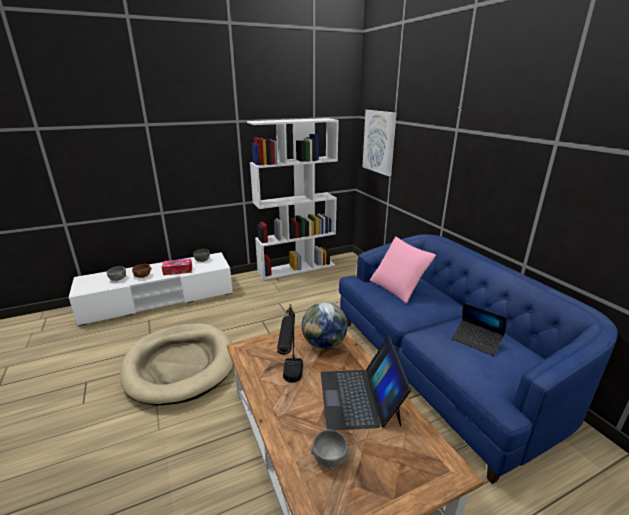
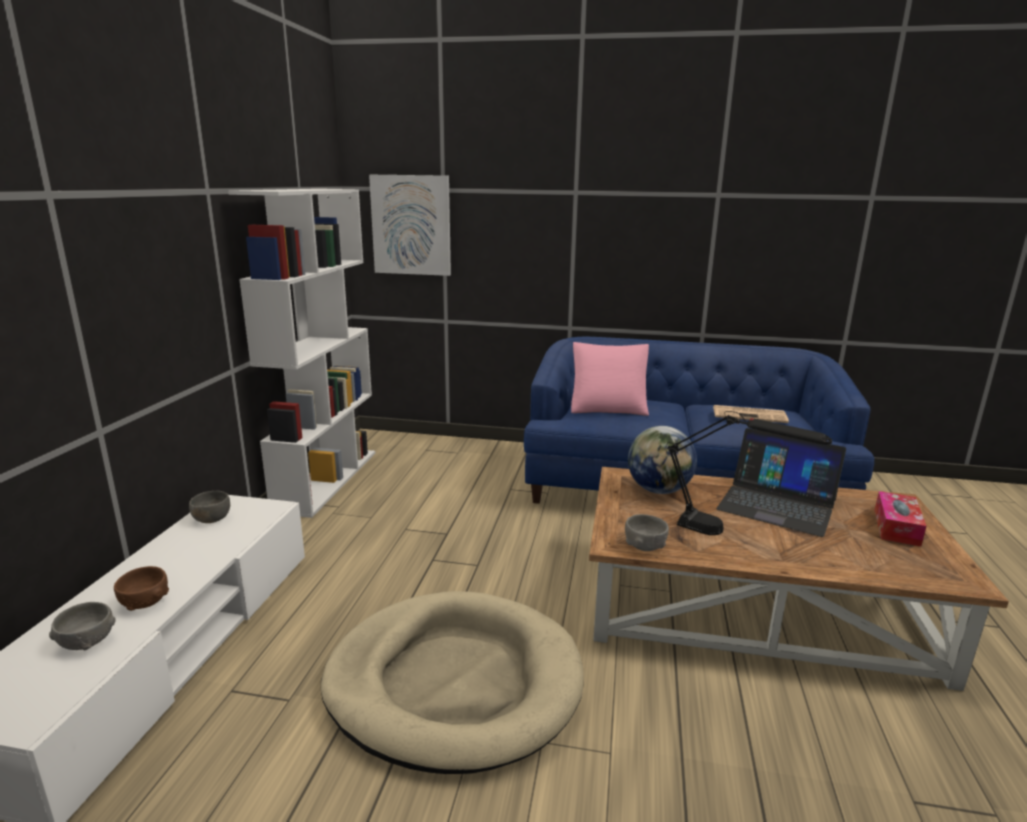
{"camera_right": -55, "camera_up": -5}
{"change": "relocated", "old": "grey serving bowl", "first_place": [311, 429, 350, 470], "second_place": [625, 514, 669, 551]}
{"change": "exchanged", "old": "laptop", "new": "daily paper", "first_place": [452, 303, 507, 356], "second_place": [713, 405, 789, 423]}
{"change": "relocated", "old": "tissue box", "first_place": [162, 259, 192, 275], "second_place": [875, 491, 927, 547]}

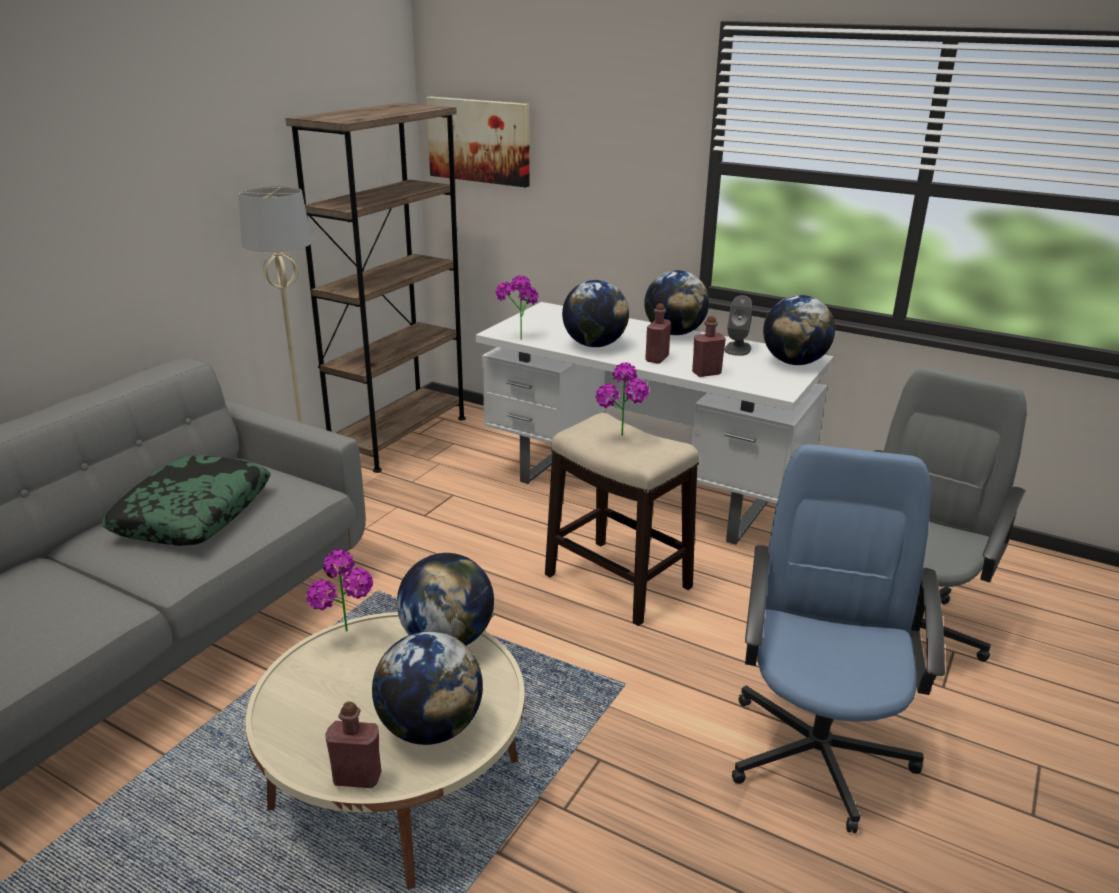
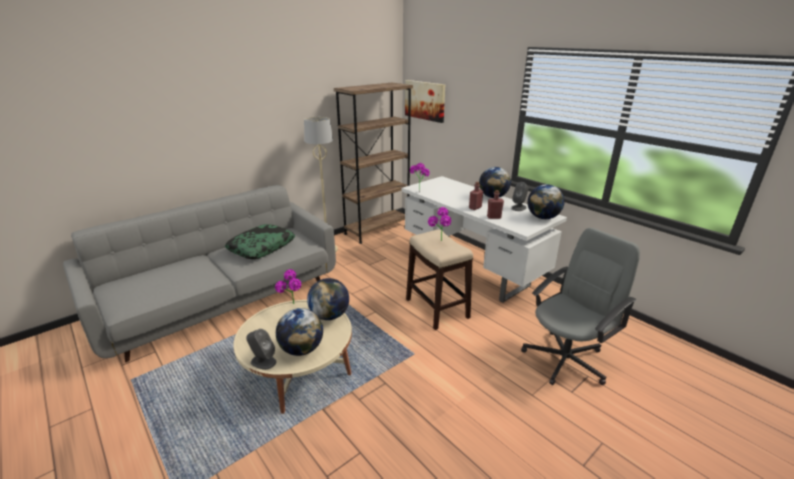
{"camera_right": 20, "camera_up": 0}
{"change": "exchanged", "old": "red drink bottle", "new": "grey speaker", "first_place": [325, 702, 382, 788], "second_place": [246, 329, 276, 370]}
{"change": "missing", "old": "globe", "first_place": [562, 280, 629, 347]}
{"change": "missing", "old": "blue-coloured computer chair", "first_place": [732, 444, 945, 833]}

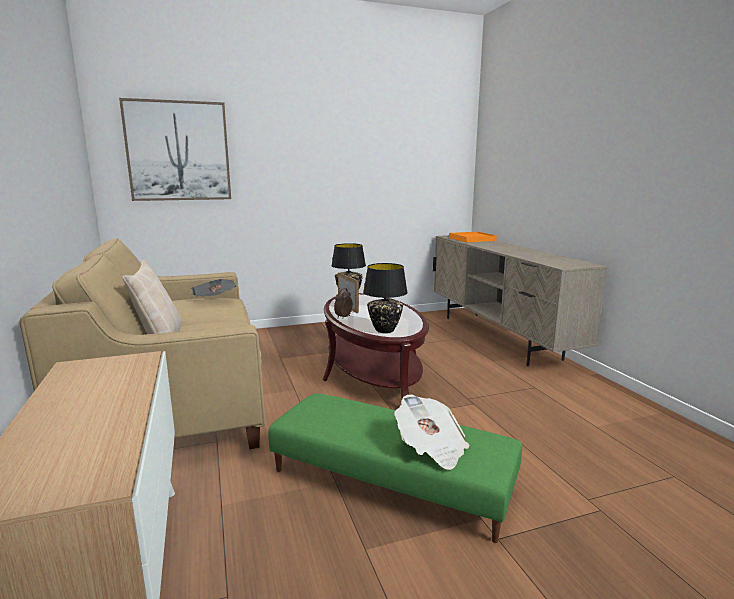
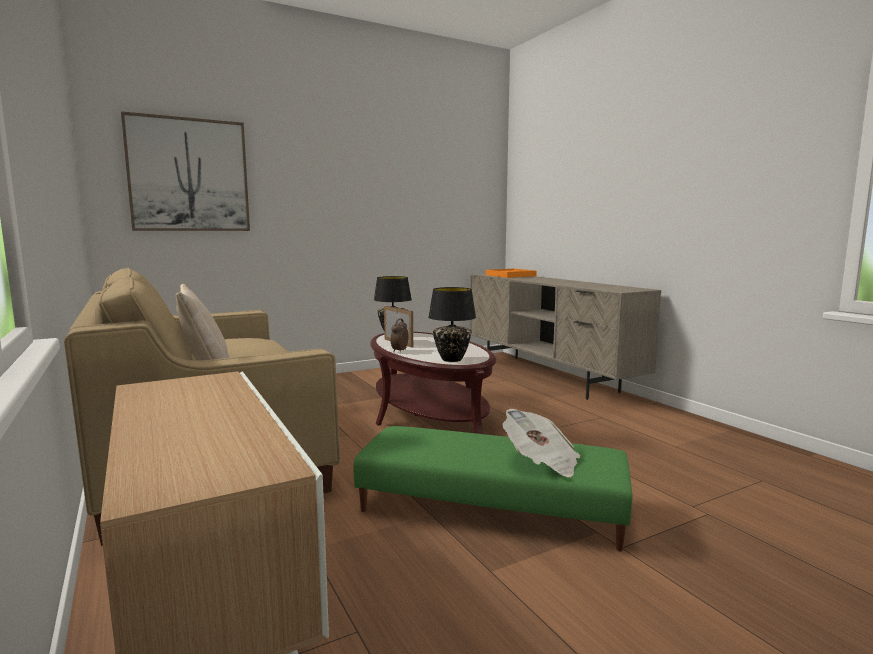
{"camera_right": -10, "camera_up": -5}
{"change": "missing", "old": "daily paper", "first_place": [191, 279, 236, 296]}

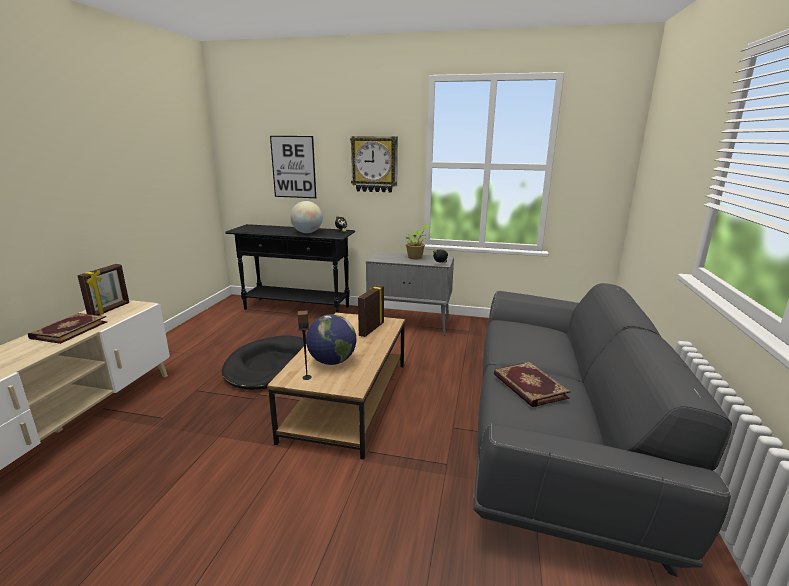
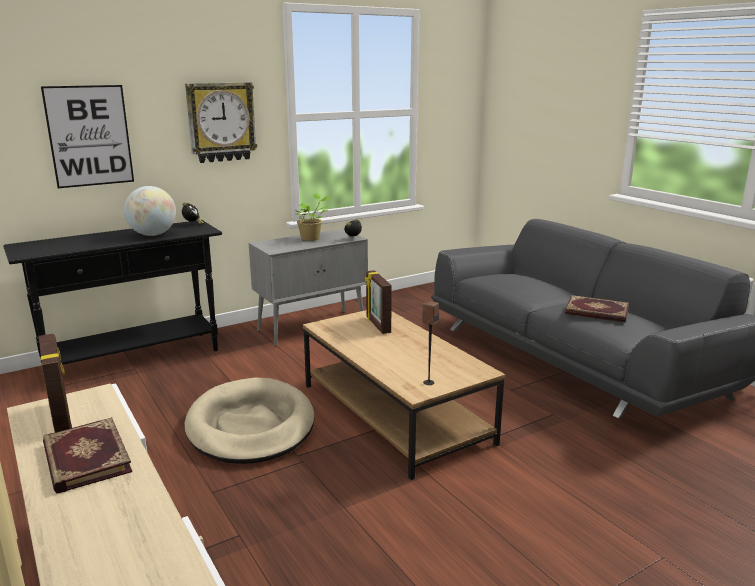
{"camera_right": -45, "camera_up": 0}
{"change": "colour", "old": "black pet bed", "new": "sand-coloured pet bed", "first_place": [222, 335, 304, 390], "second_place": [184, 378, 314, 464]}
{"change": "missing", "old": "globe", "first_place": [306, 314, 357, 365]}

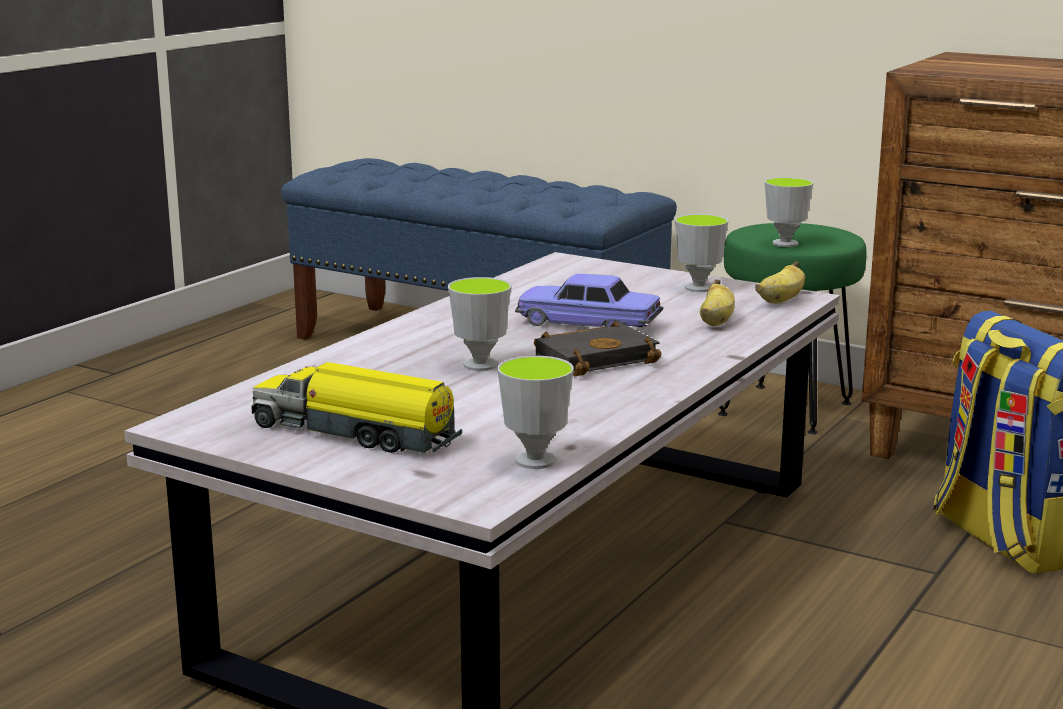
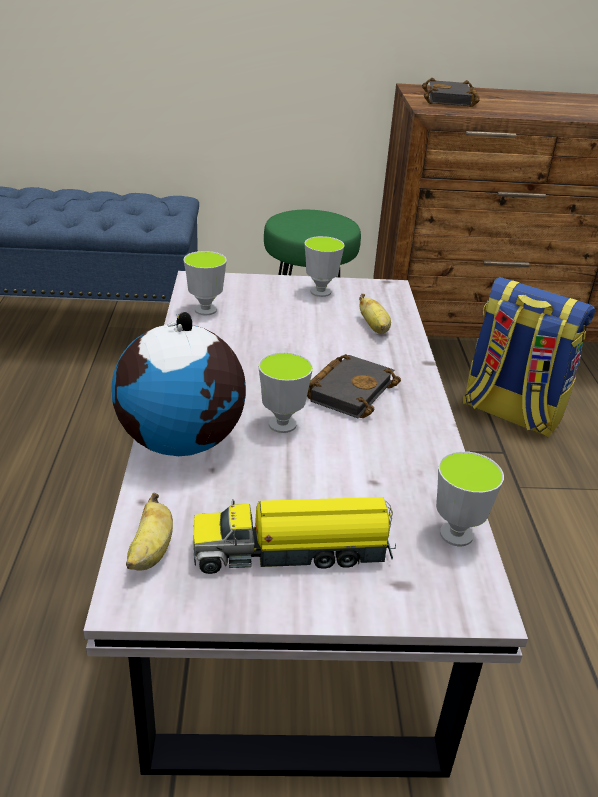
{"camera_right": -35, "camera_up": 15}
{"change": "appeared", "new": "globe", "second_place": [112, 312, 246, 456]}
{"change": "relocated", "old": "banana", "first_place": [755, 261, 805, 303], "second_place": [126, 493, 173, 571]}
{"change": "relocated", "old": "drinking cup", "first_place": [765, 177, 813, 247], "second_place": [183, 251, 227, 315]}
{"change": "appeared", "new": "black book", "second_place": [422, 78, 480, 107]}
{"change": "missing", "old": "miniature car", "first_place": [515, 273, 663, 328]}

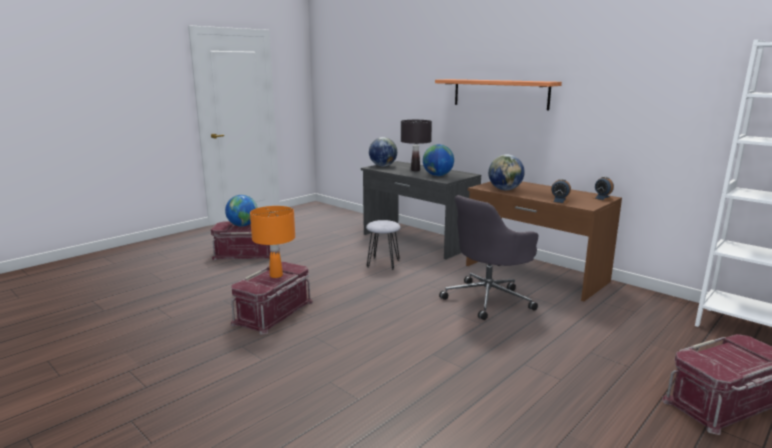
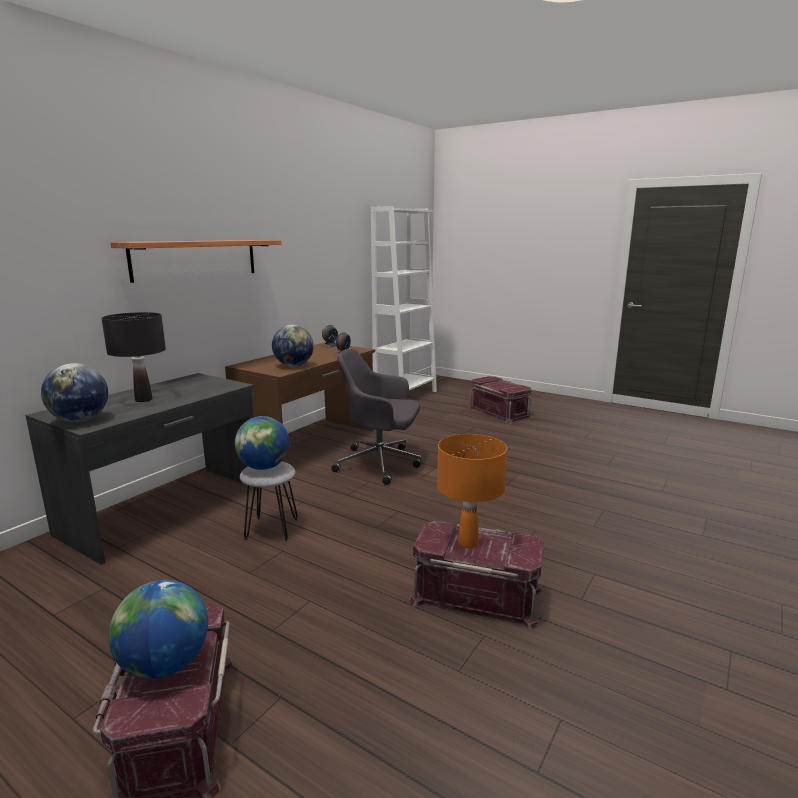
{"camera_right": -100, "camera_up": 0}
{"change": "relocated", "old": "globe", "first_place": [423, 144, 454, 176], "second_place": [235, 416, 289, 470]}
{"change": "spun", "old": "grey computer chair", "first_place": [439, 195, 538, 320], "second_place": [331, 348, 421, 485], "degrees": 150}

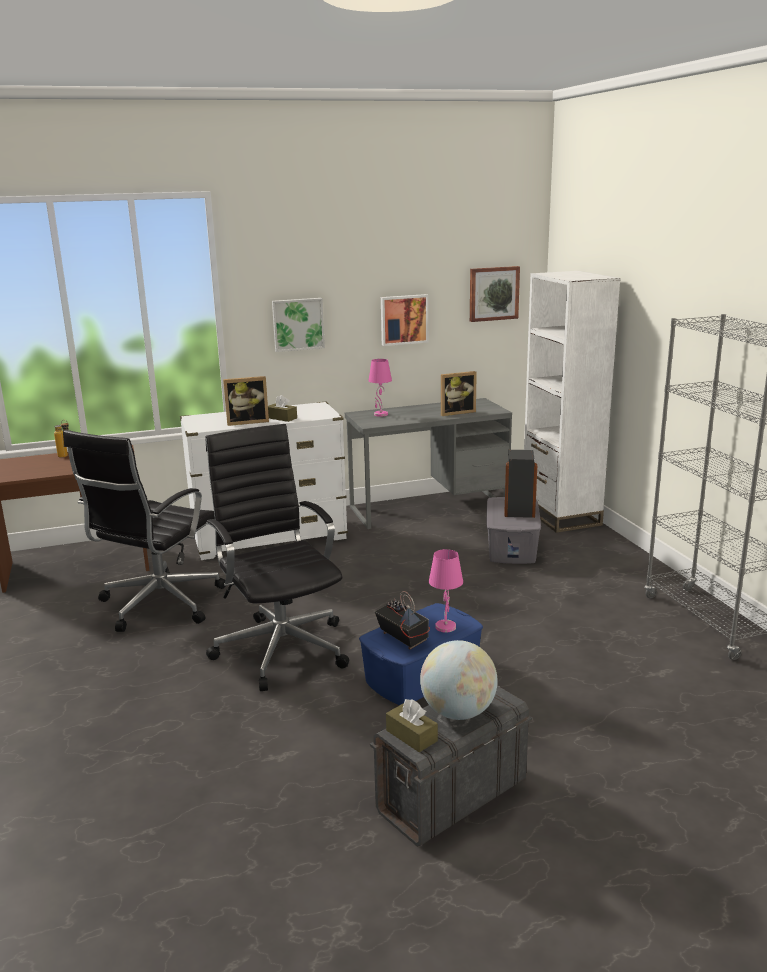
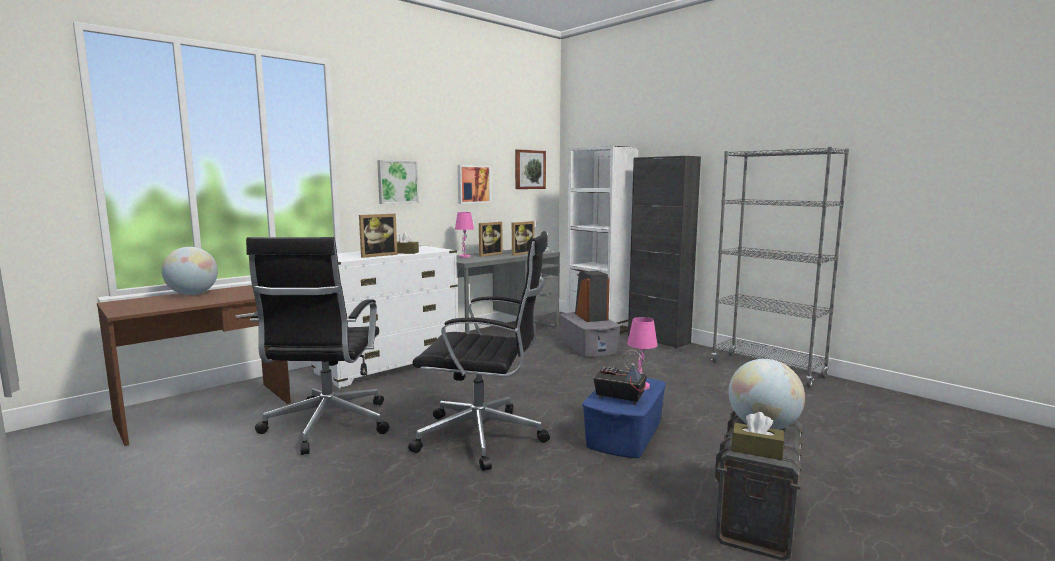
{"camera_right": -25, "camera_up": -10}
{"change": "exchanged", "old": "drink bottle", "new": "globe", "first_place": [54, 420, 69, 458], "second_place": [162, 247, 218, 295]}
{"change": "spun", "old": "black computer chair", "first_place": [205, 424, 349, 691], "second_place": [408, 231, 550, 471], "degrees": 150}
{"change": "appeared", "new": "photo frame", "second_place": [479, 222, 503, 257]}
{"change": "appeared", "new": "black storage cabinet", "second_place": [628, 156, 701, 348]}

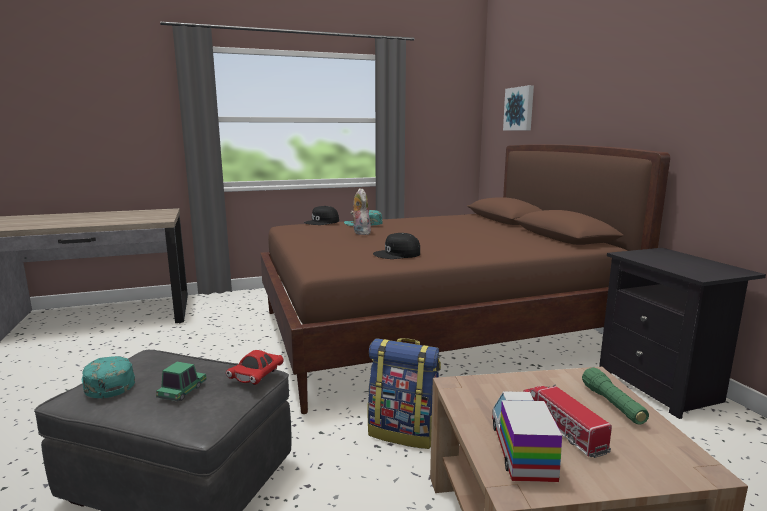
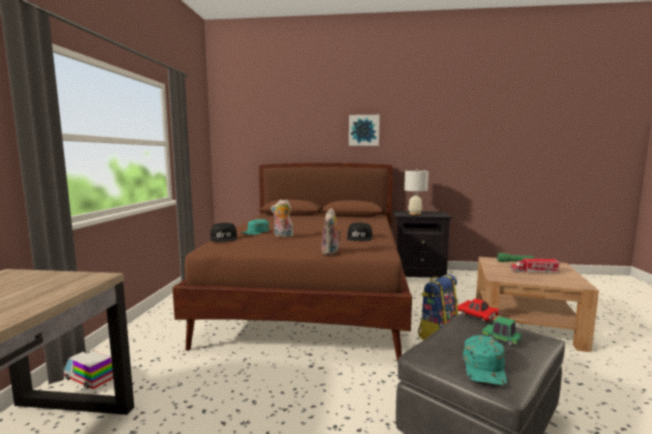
{"camera_right": -65, "camera_up": -5}
{"change": "relocated", "old": "toy truck", "first_place": [492, 391, 562, 482], "second_place": [64, 351, 113, 389]}
{"change": "appeared", "new": "plush toy", "second_place": [321, 208, 341, 255]}
{"change": "relocated", "old": "picture", "first_place": [503, 85, 534, 130], "second_place": [349, 115, 380, 146]}
{"change": "appeared", "new": "white tabletop lamp", "second_place": [404, 169, 429, 215]}
{"change": "spun", "old": "turquoise-coloured baseball cap", "first_place": [82, 356, 135, 398], "second_place": [463, 335, 507, 385], "degrees": -60}

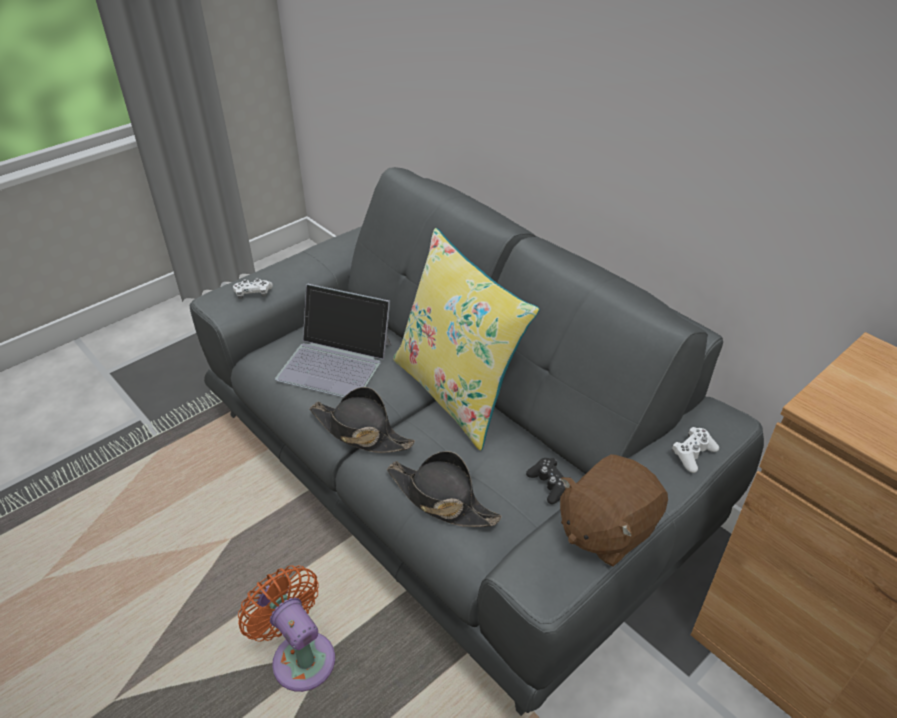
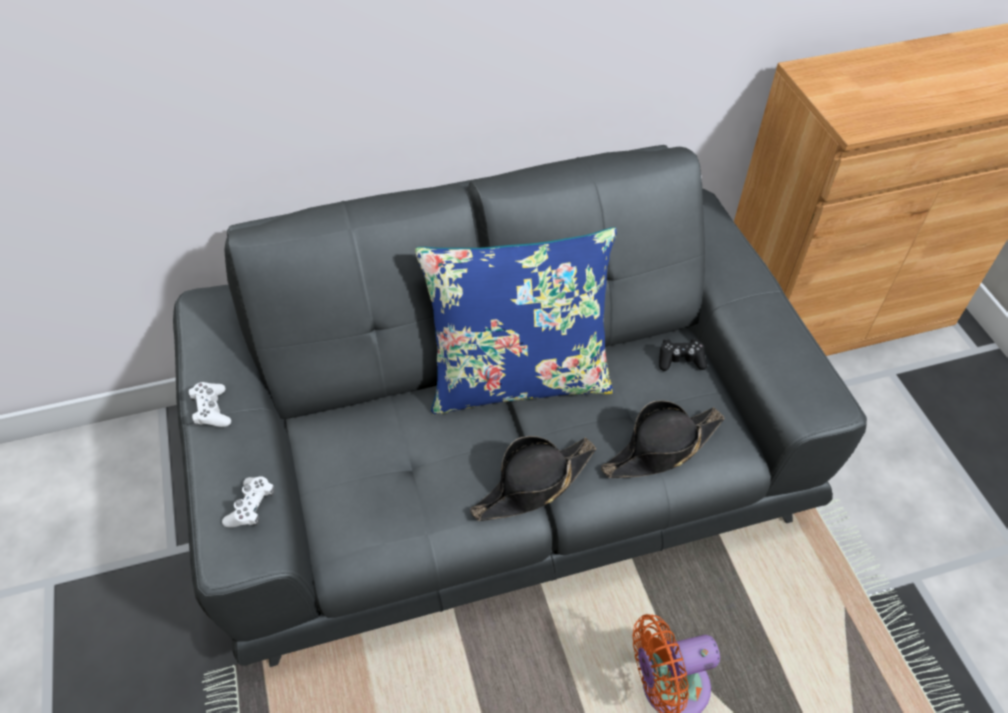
{"camera_right": -65, "camera_up": 10}
{"change": "relocated", "old": "white joypad", "first_place": [672, 427, 719, 473], "second_place": [188, 382, 231, 427]}
{"change": "colour", "old": "yellow throw pillow", "new": "blue-coloured throw pillow", "first_place": [393, 228, 539, 451], "second_place": [415, 227, 617, 415]}
{"change": "missing", "old": "laptop", "first_place": [275, 284, 392, 398]}
{"change": "missing", "old": "brownish plush toy", "first_place": [560, 454, 668, 566]}

